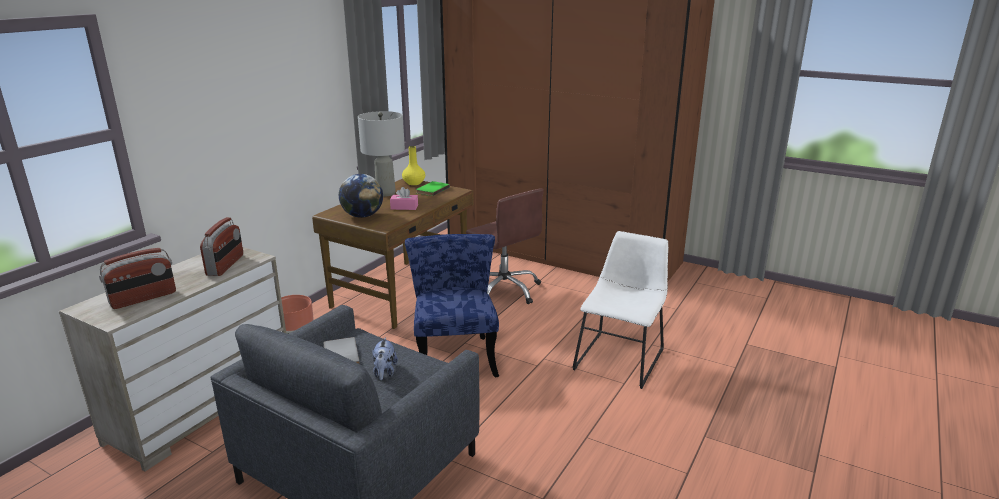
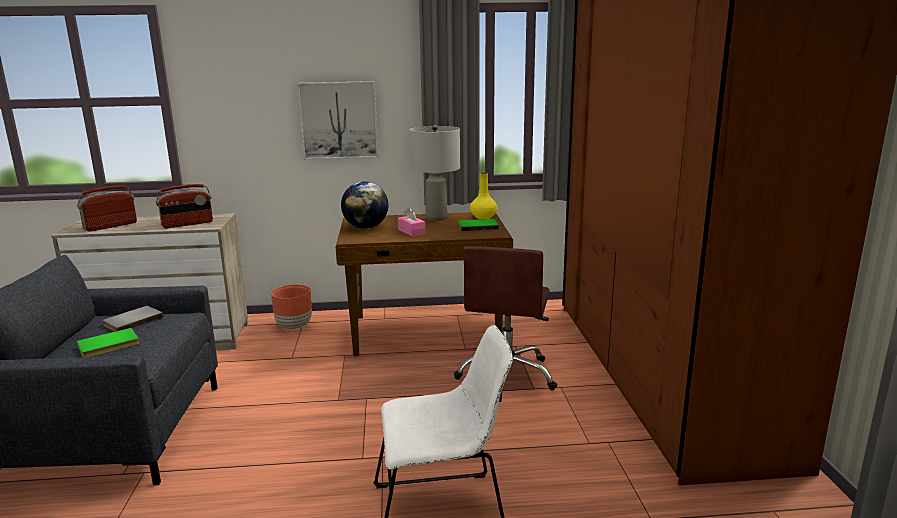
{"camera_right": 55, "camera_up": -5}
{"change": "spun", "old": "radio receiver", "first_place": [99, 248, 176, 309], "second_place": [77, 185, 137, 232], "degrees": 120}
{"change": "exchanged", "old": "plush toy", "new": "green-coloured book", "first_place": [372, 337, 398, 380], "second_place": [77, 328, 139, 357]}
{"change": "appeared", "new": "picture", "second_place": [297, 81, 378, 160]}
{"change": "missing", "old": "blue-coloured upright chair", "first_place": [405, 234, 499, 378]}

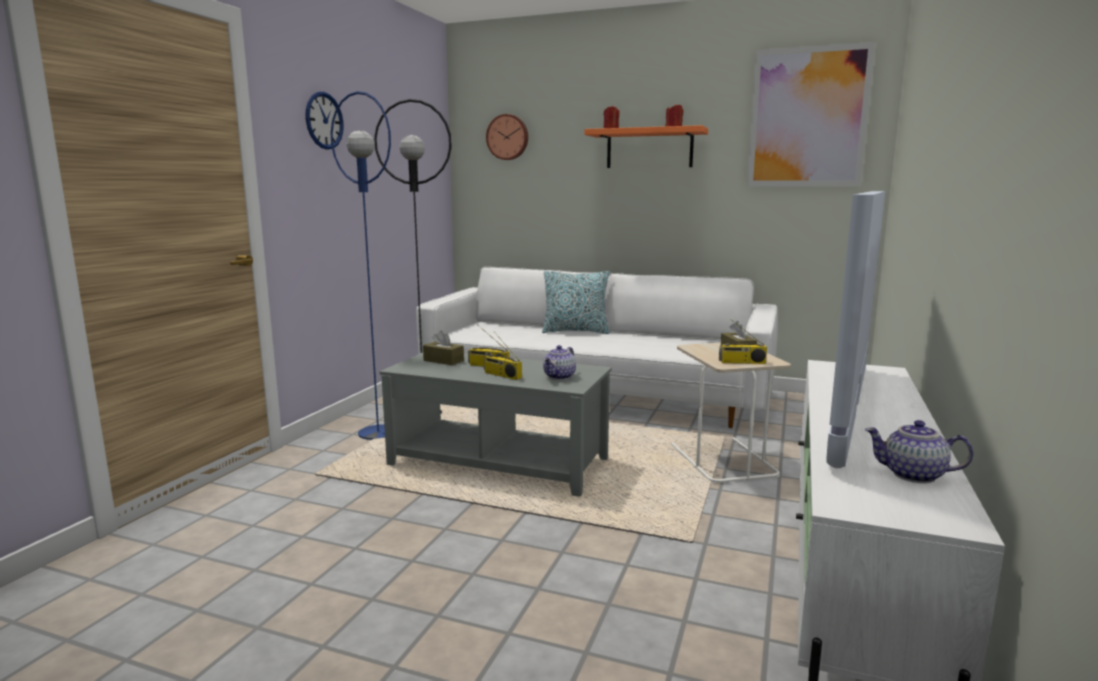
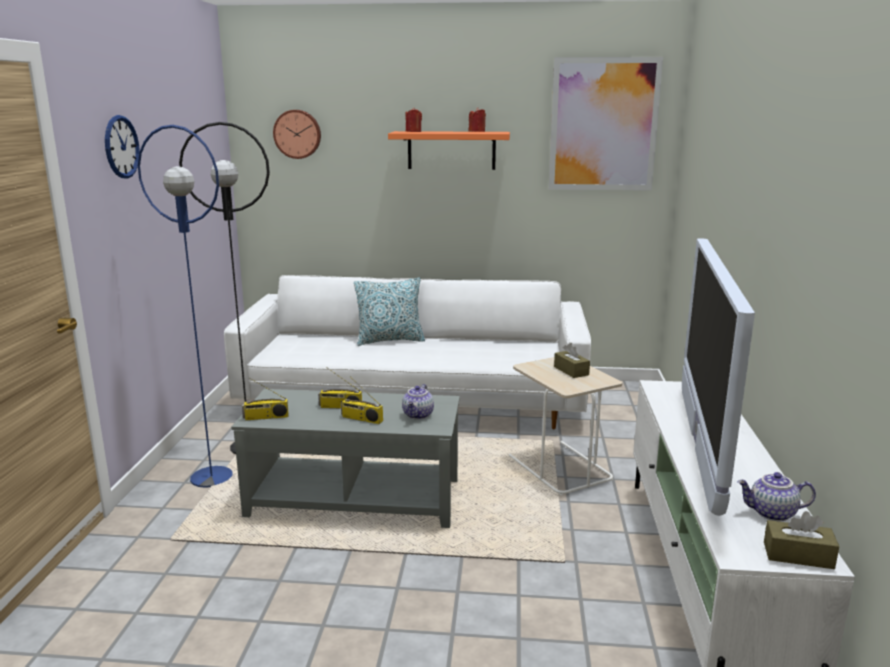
{"camera_right": -15, "camera_up": 5}
{"change": "relocated", "old": "radio receiver", "first_place": [719, 319, 767, 364], "second_place": [242, 378, 288, 420]}
{"change": "relocated", "old": "brownish tissue box", "first_place": [423, 330, 464, 365], "second_place": [764, 511, 839, 569]}

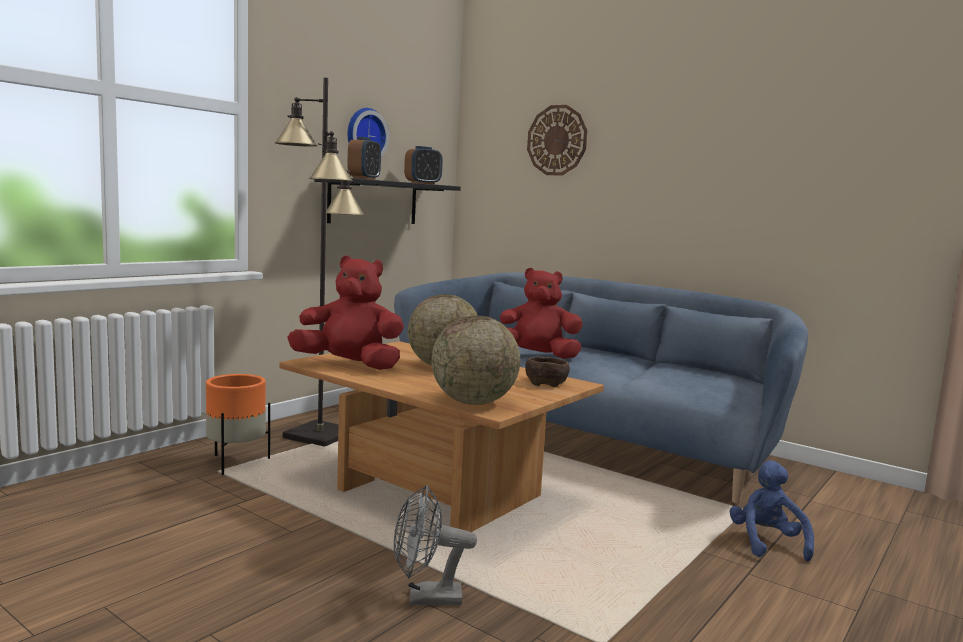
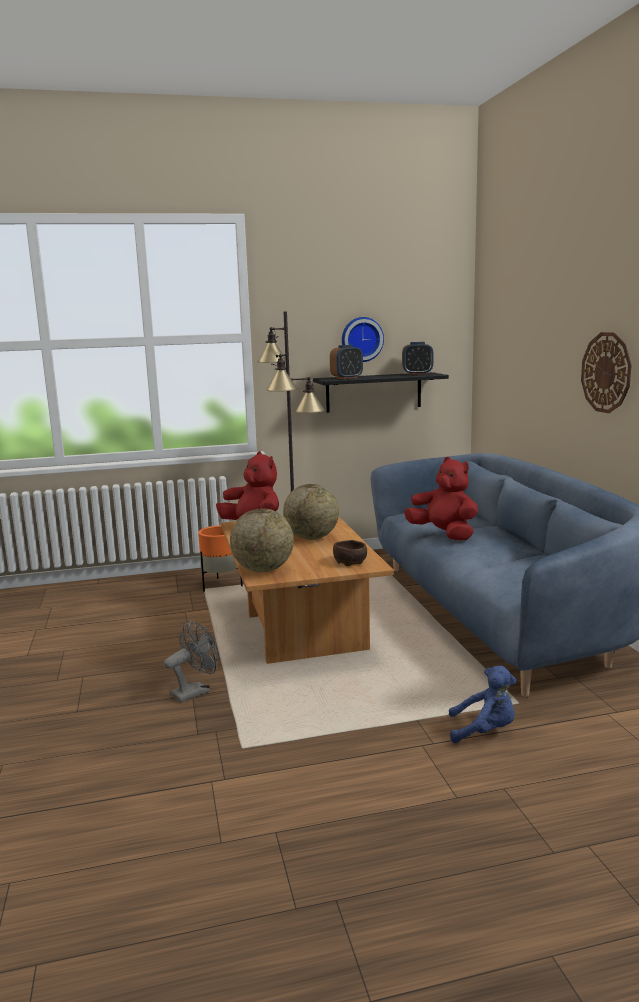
{"camera_right": 40, "camera_up": 5}
{"change": "spun", "old": "grey electric fan", "first_place": [394, 485, 477, 605], "second_place": [164, 620, 219, 703], "degrees": 105}
{"change": "spun", "old": "blue-coloured plush toy", "first_place": [729, 460, 814, 561], "second_place": [449, 666, 516, 743], "degrees": 60}
{"change": "relocated", "old": "hanging clock", "first_place": [527, 105, 587, 176], "second_place": [581, 332, 632, 413]}

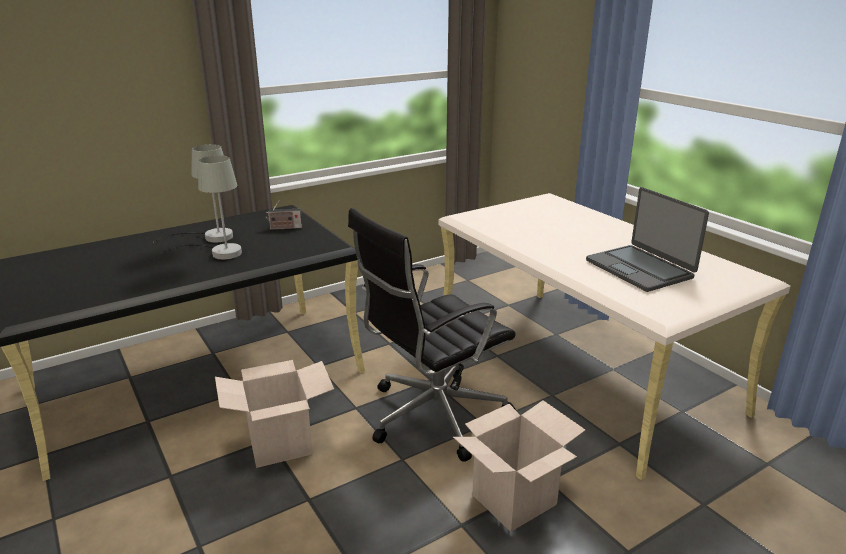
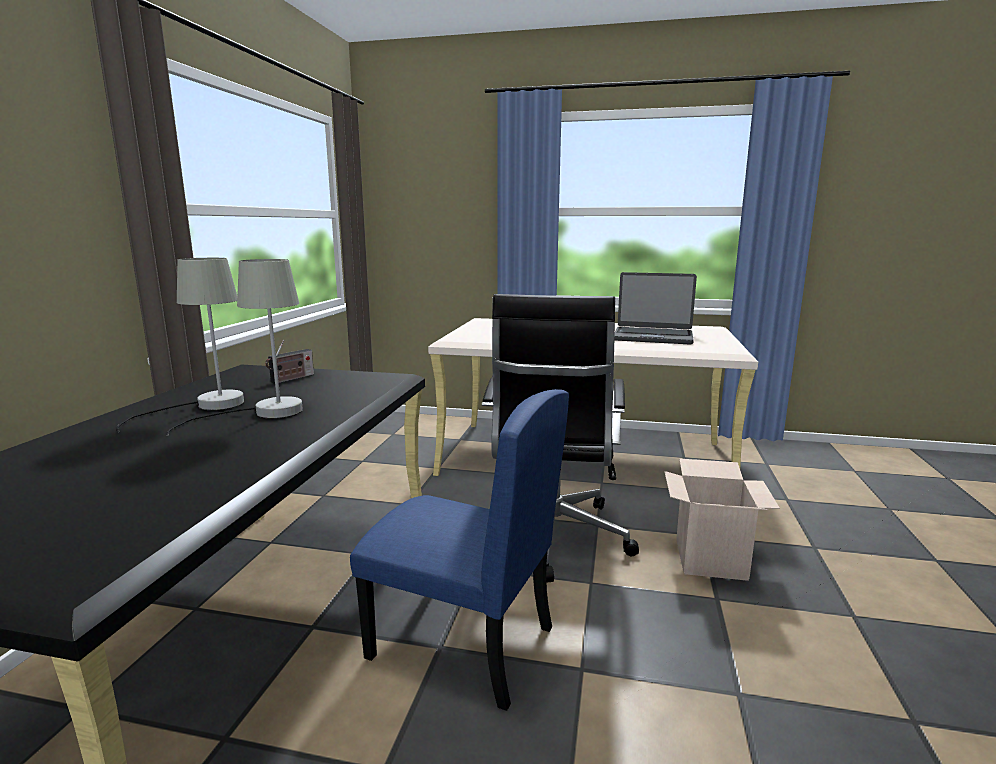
{"camera_right": -45, "camera_up": -10}
{"change": "exchanged", "old": "cardboard box", "new": "blue-coloured upright chair", "first_place": [215, 360, 334, 468], "second_place": [350, 389, 569, 711]}

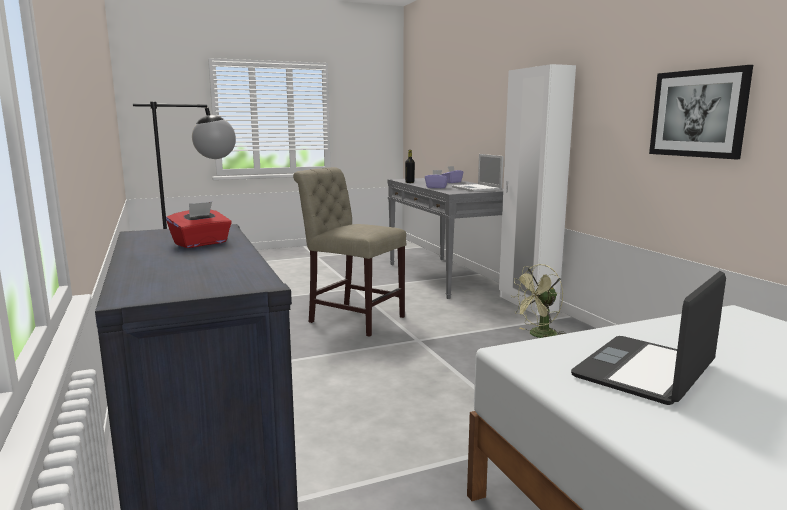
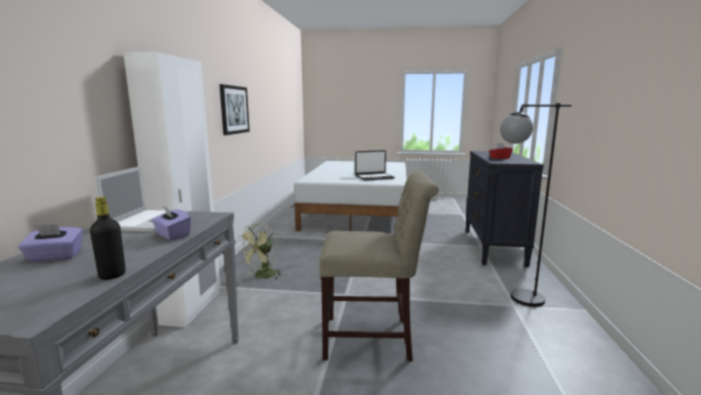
{"camera_right": -150, "camera_up": 0}
{"change": "spun", "old": "green-coloured electric fan", "first_place": [510, 264, 565, 338], "second_place": [237, 223, 282, 279], "degrees": 120}
{"change": "spun", "old": "sand-coloured upright chair", "first_place": [293, 167, 406, 337], "second_place": [320, 171, 439, 362], "degrees": -60}

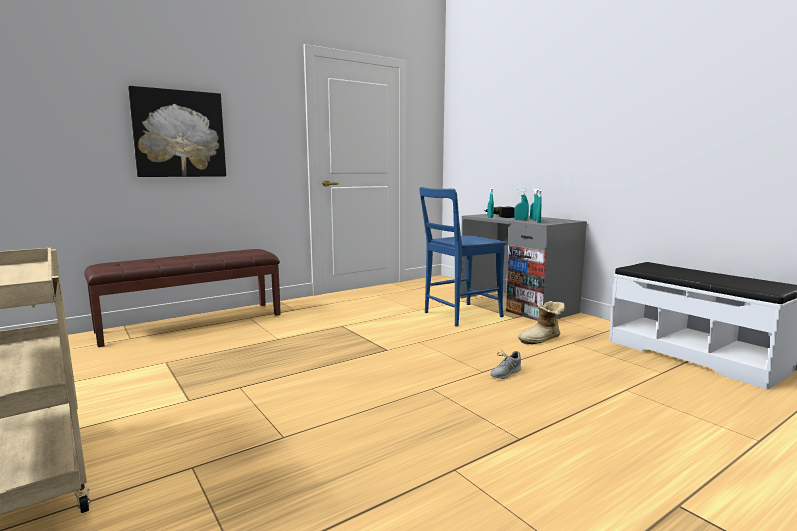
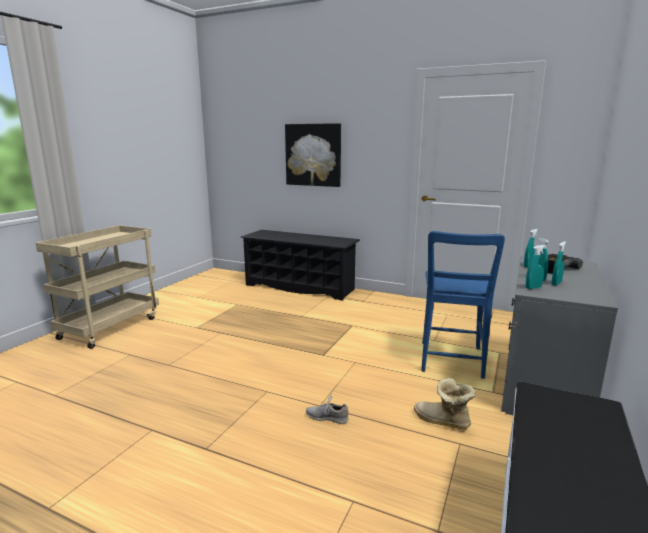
{"camera_right": 60, "camera_up": 5}
{"change": "exchanged", "old": "brownish long seat", "new": "black shoe shelf", "first_place": [84, 249, 281, 347], "second_place": [240, 230, 360, 301]}
{"change": "spun", "old": "blue-coloured upright chair", "first_place": [419, 187, 507, 326], "second_place": [421, 231, 505, 379], "degrees": -105}

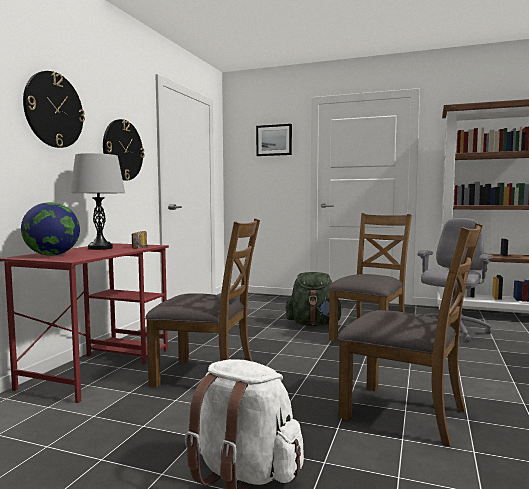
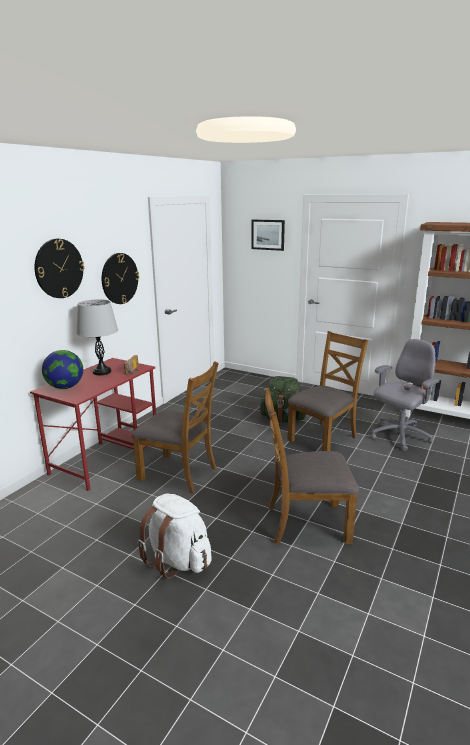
{"camera_right": 10, "camera_up": 15}
{"change": "spun", "old": "brownish upright chair", "first_place": [338, 223, 483, 447], "second_place": [264, 387, 359, 545], "degrees": 135}

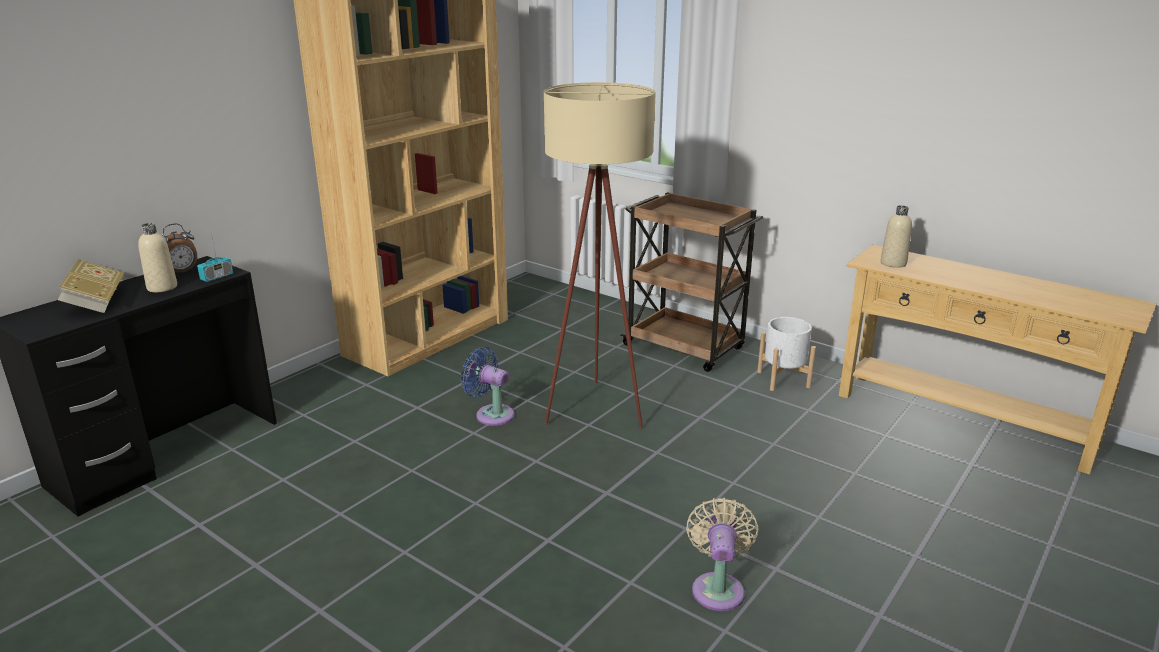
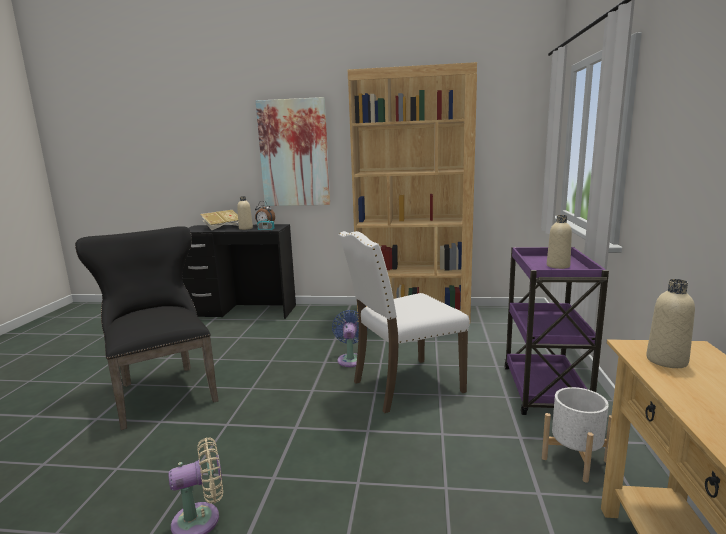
{"camera_right": 60, "camera_up": -10}
{"change": "appeared", "new": "black upright chair", "second_place": [75, 226, 219, 430]}
{"change": "appeared", "new": "picture", "second_place": [256, 97, 330, 206]}
{"change": "exchanged", "old": "sand-coloured standing lamp", "new": "white upright chair", "first_place": [544, 82, 656, 429], "second_place": [338, 231, 470, 413]}
{"change": "colour", "old": "brownish wheeled cart", "new": "purple wheeled cart", "first_place": [621, 192, 763, 372], "second_place": [504, 246, 609, 415]}
{"change": "appeared", "new": "sand-coloured drink bottle", "second_place": [547, 215, 572, 269]}

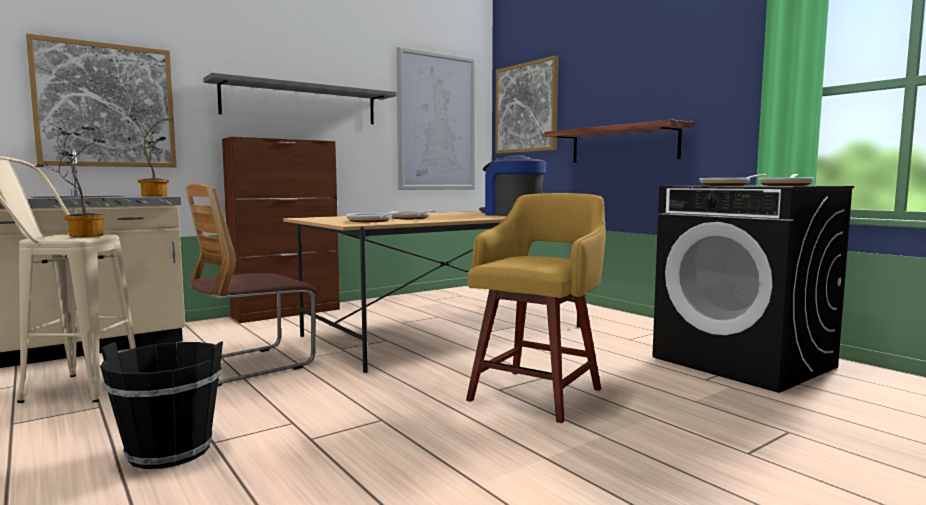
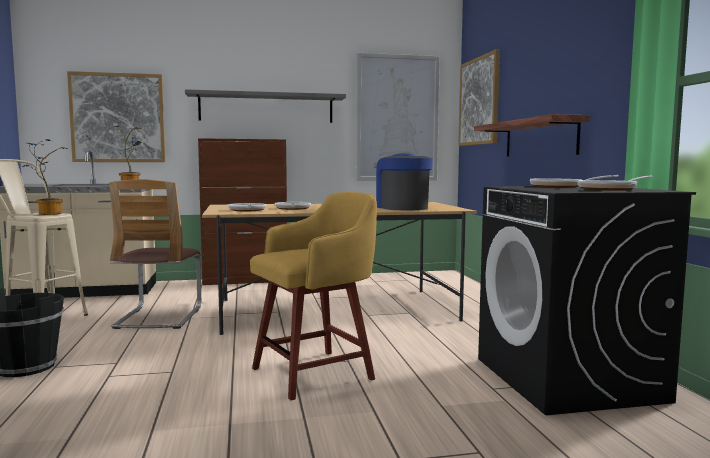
{"camera_right": 25, "camera_up": 0}
{"change": "spun", "old": "upright chair", "first_place": [185, 183, 317, 387], "second_place": [109, 179, 201, 329], "degrees": -75}

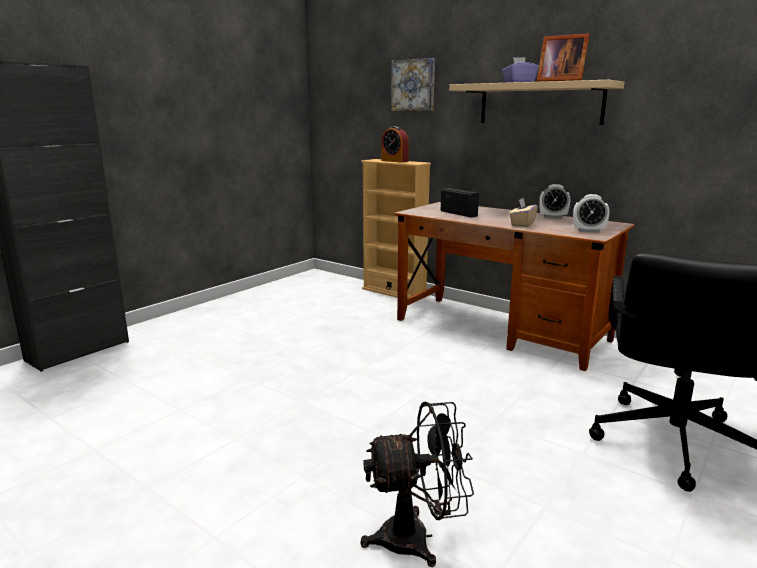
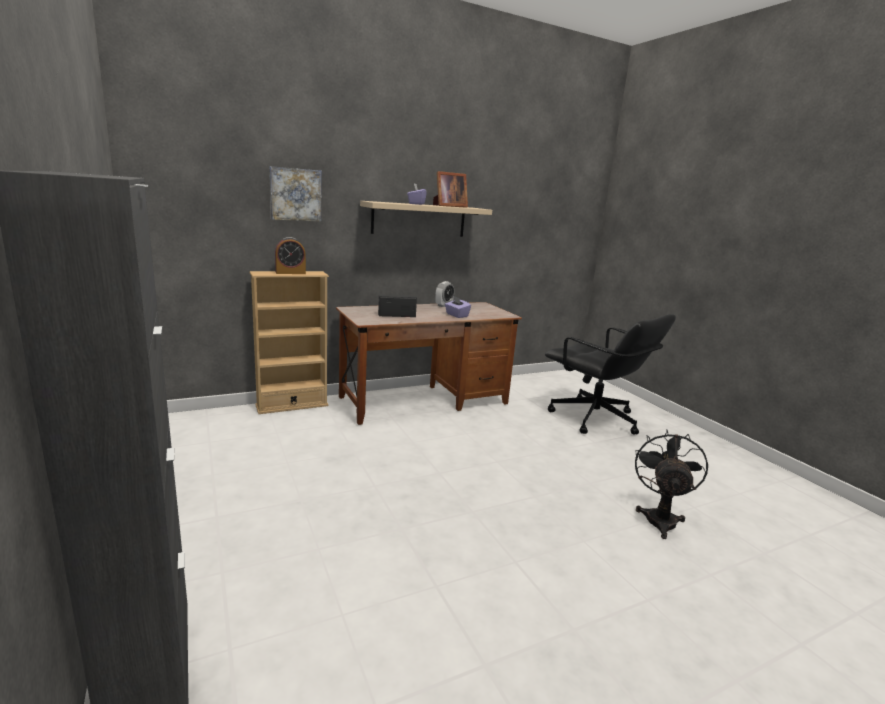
{"camera_right": -65, "camera_up": 0}
{"change": "colour", "old": "sand-coloured tissue box", "new": "purple tissue box", "first_place": [509, 198, 538, 227], "second_place": [445, 296, 471, 318]}
{"change": "missing", "old": "alarm clock", "first_place": [573, 194, 609, 233]}

